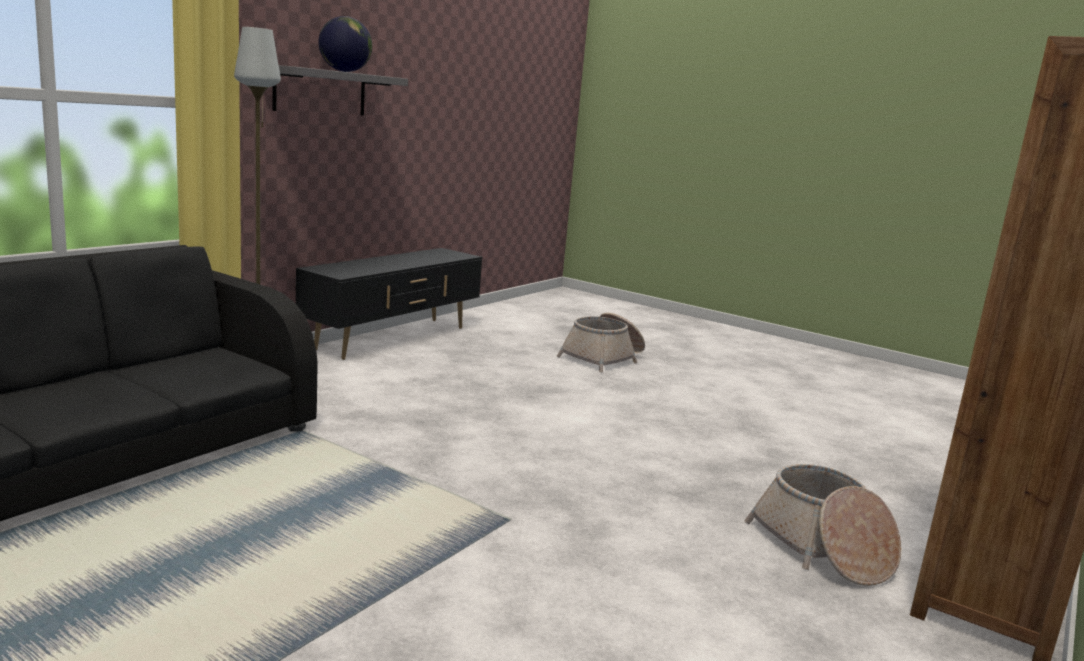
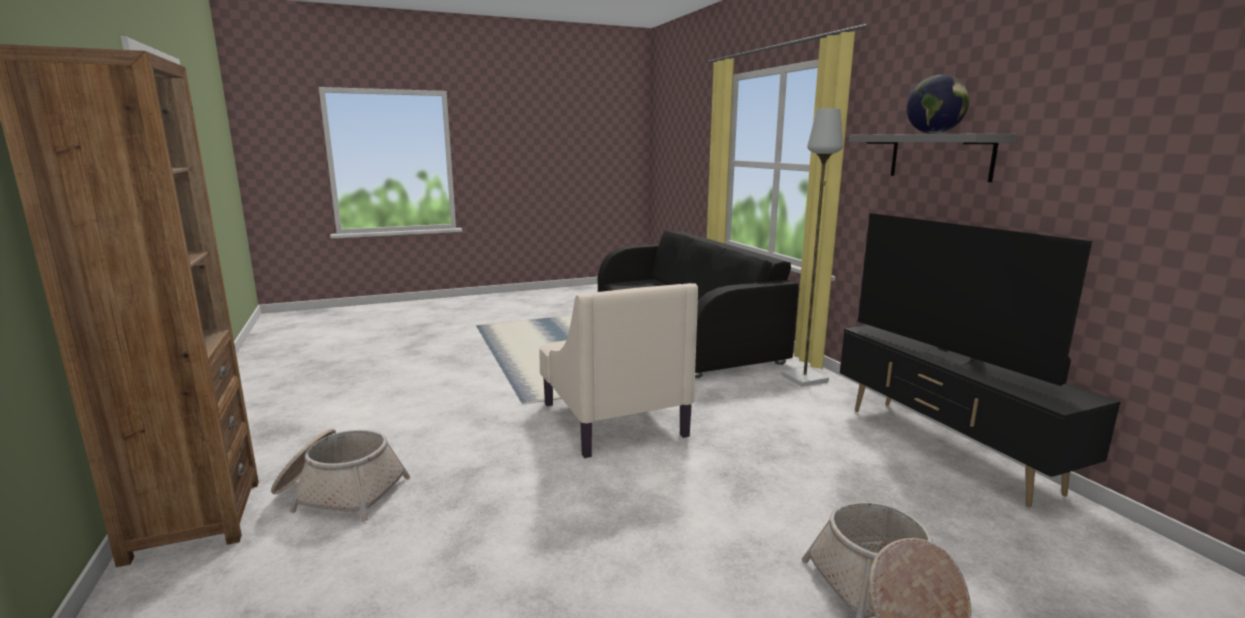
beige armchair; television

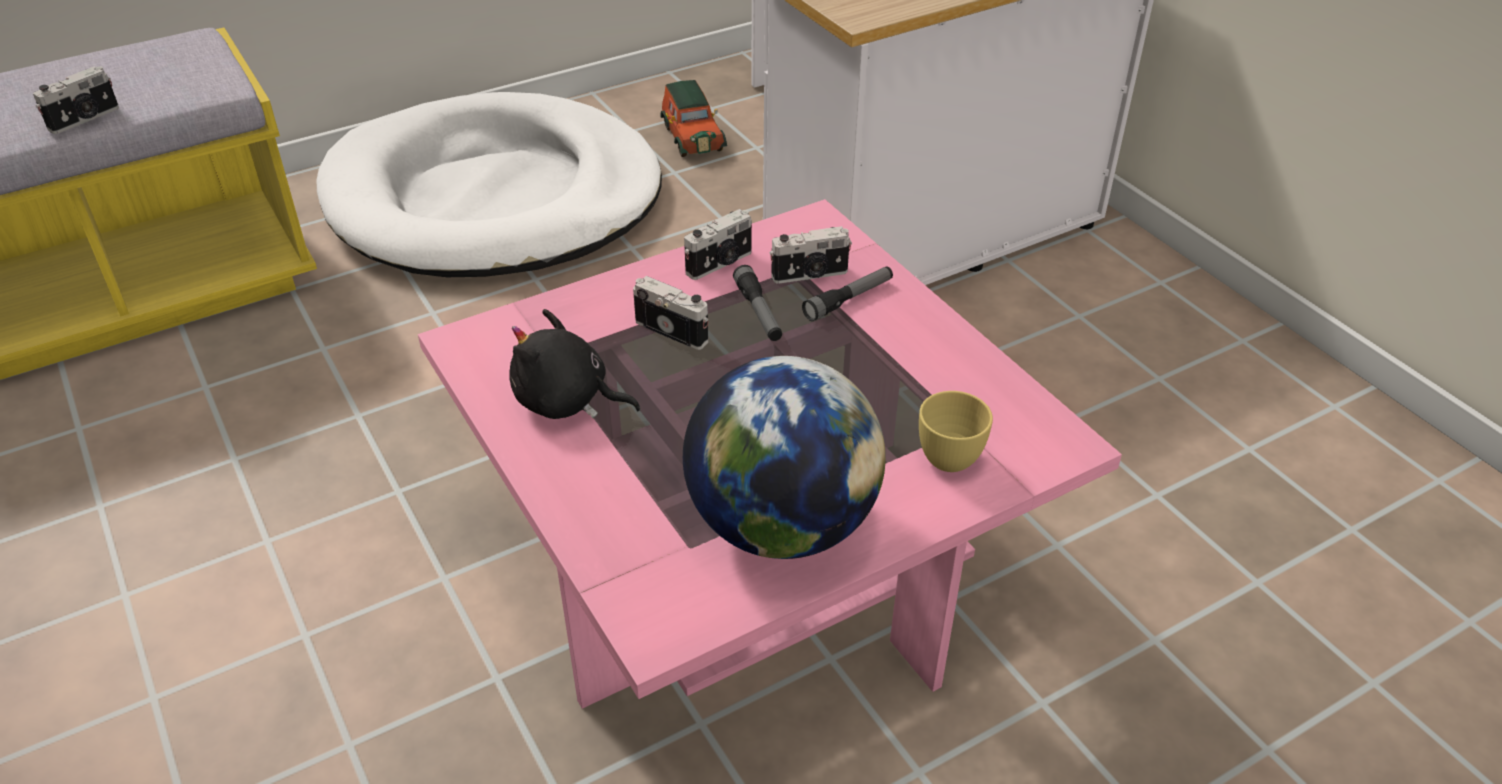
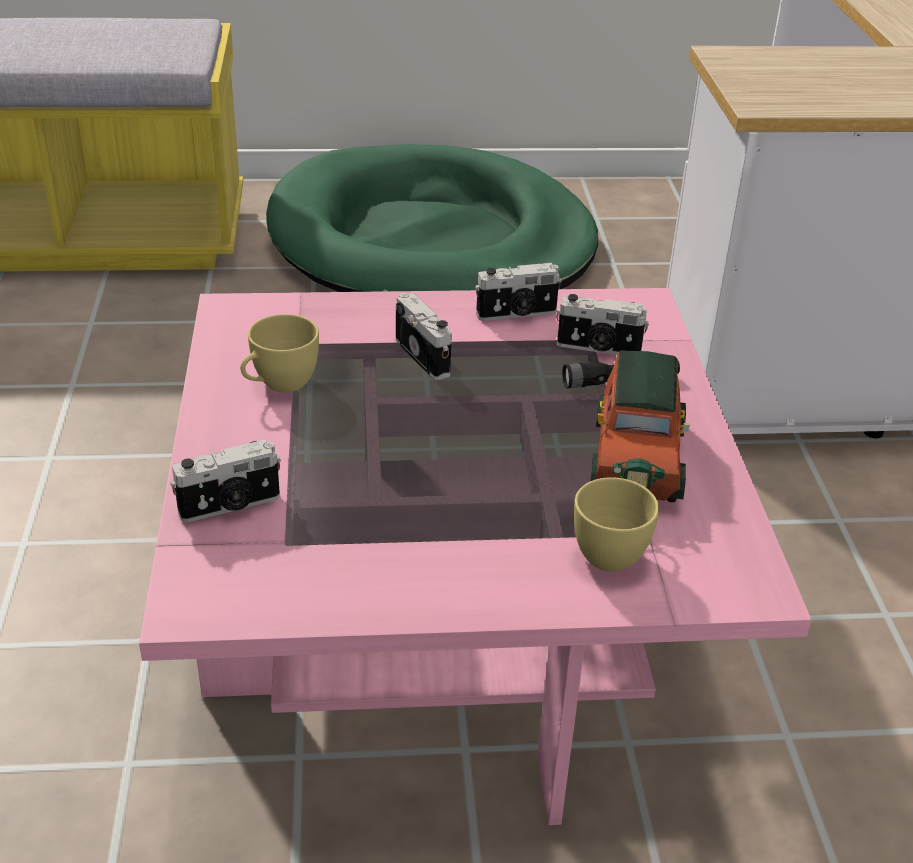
photo camera (1st from left); green dog bed; yellow cup (1st from left); toy car; globe; flashlight (1st from left in the first image)

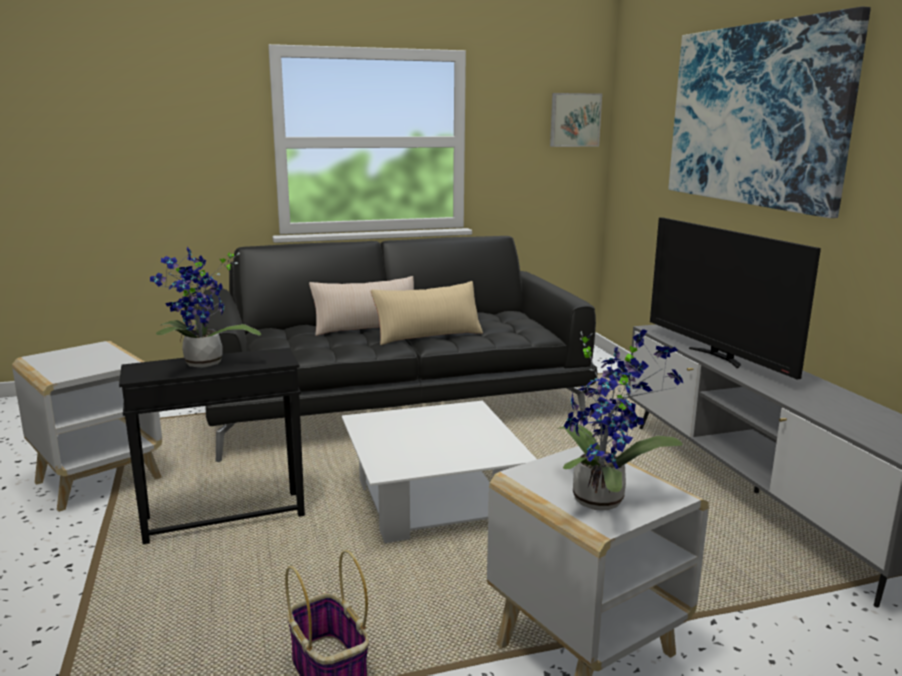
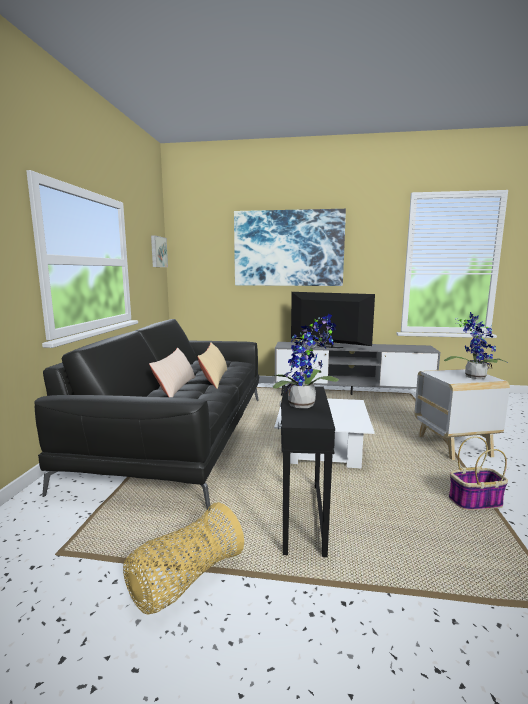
basket (1st from left); television

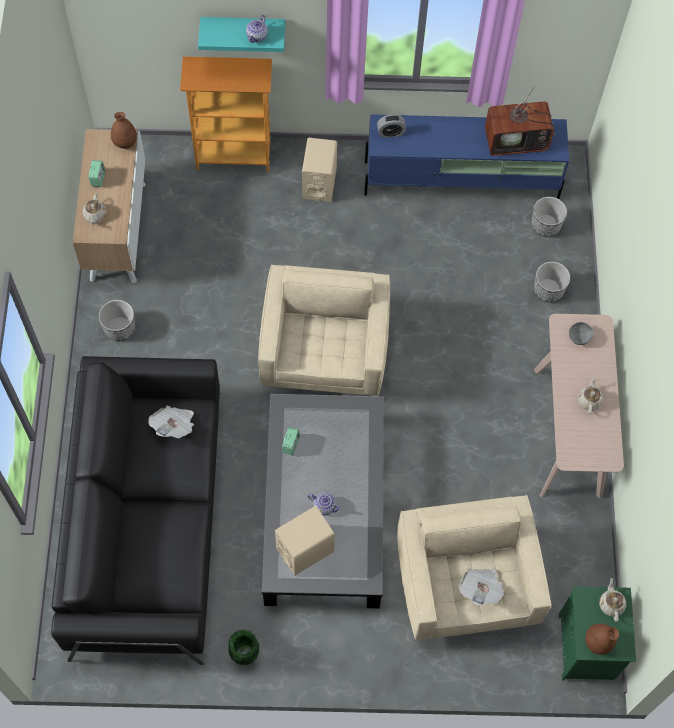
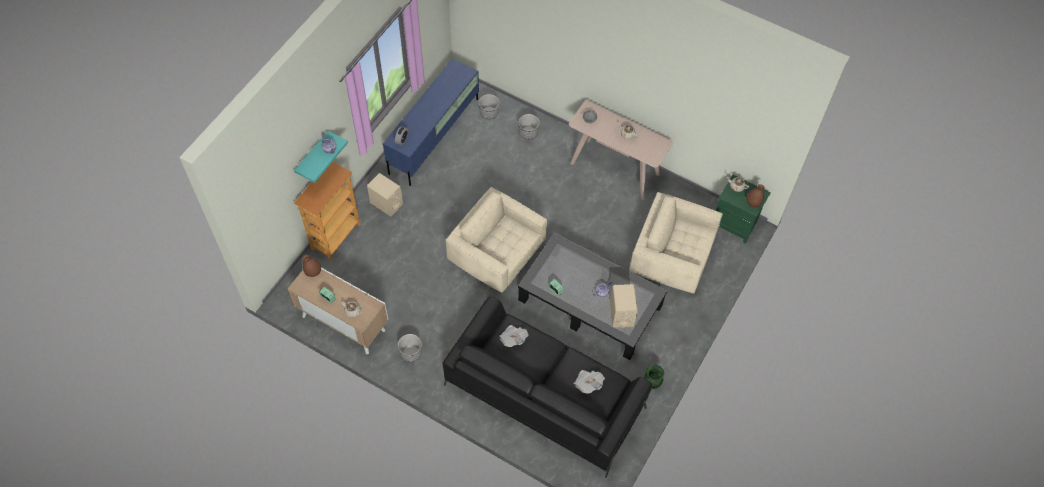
newspaper (2nd from left); television

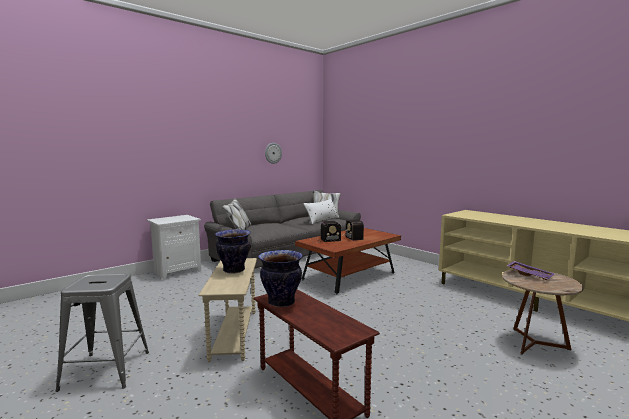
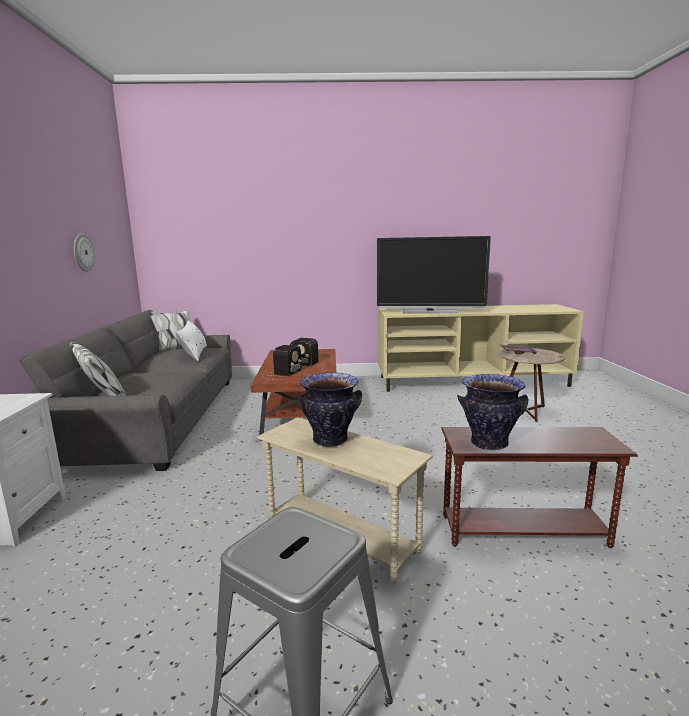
television

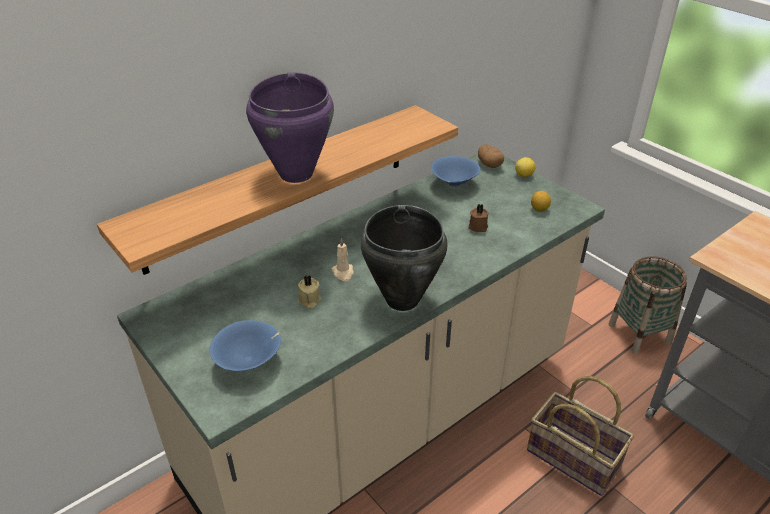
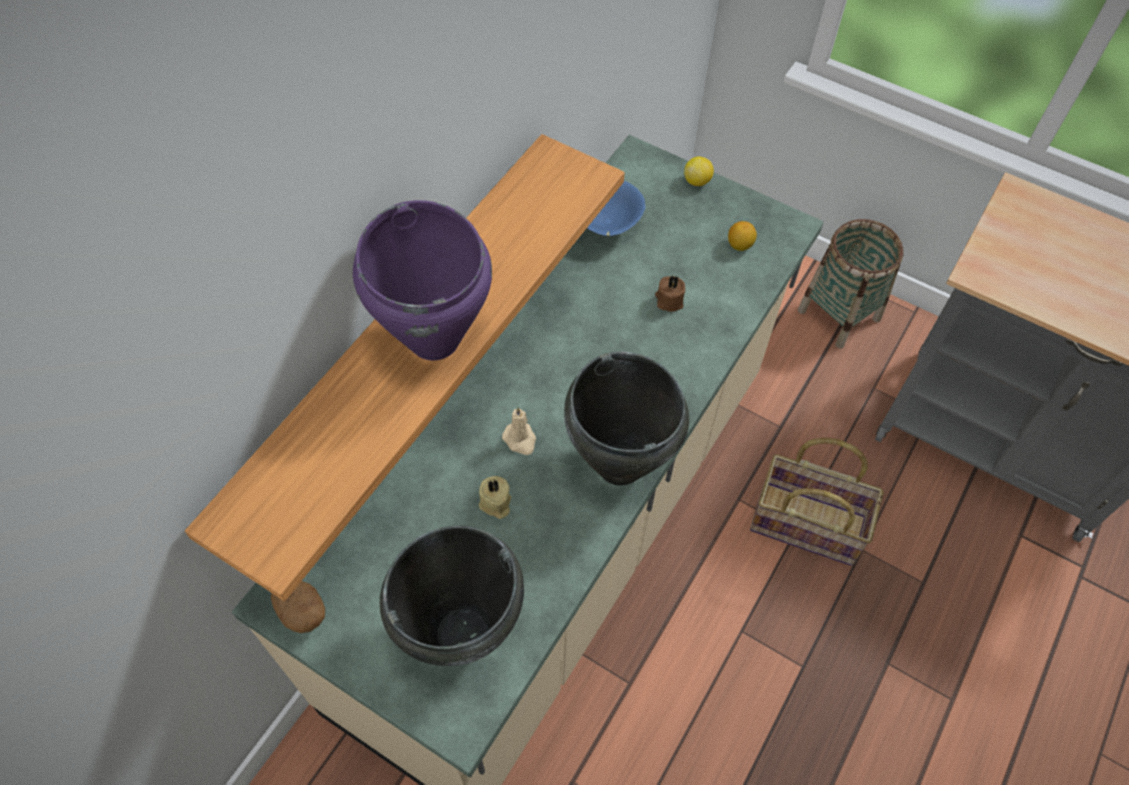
black cooking pot (1st from left); potato

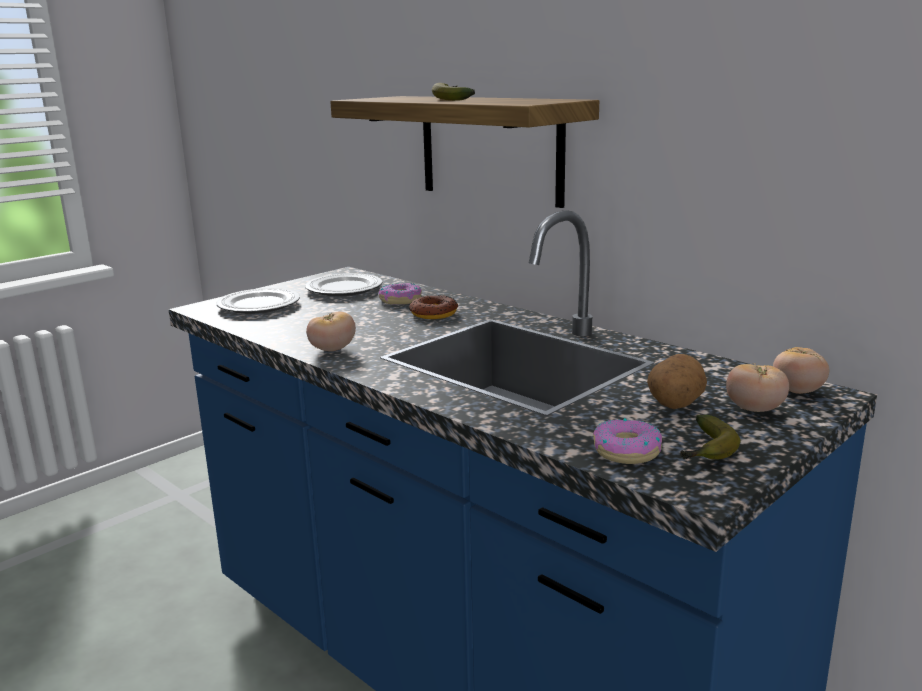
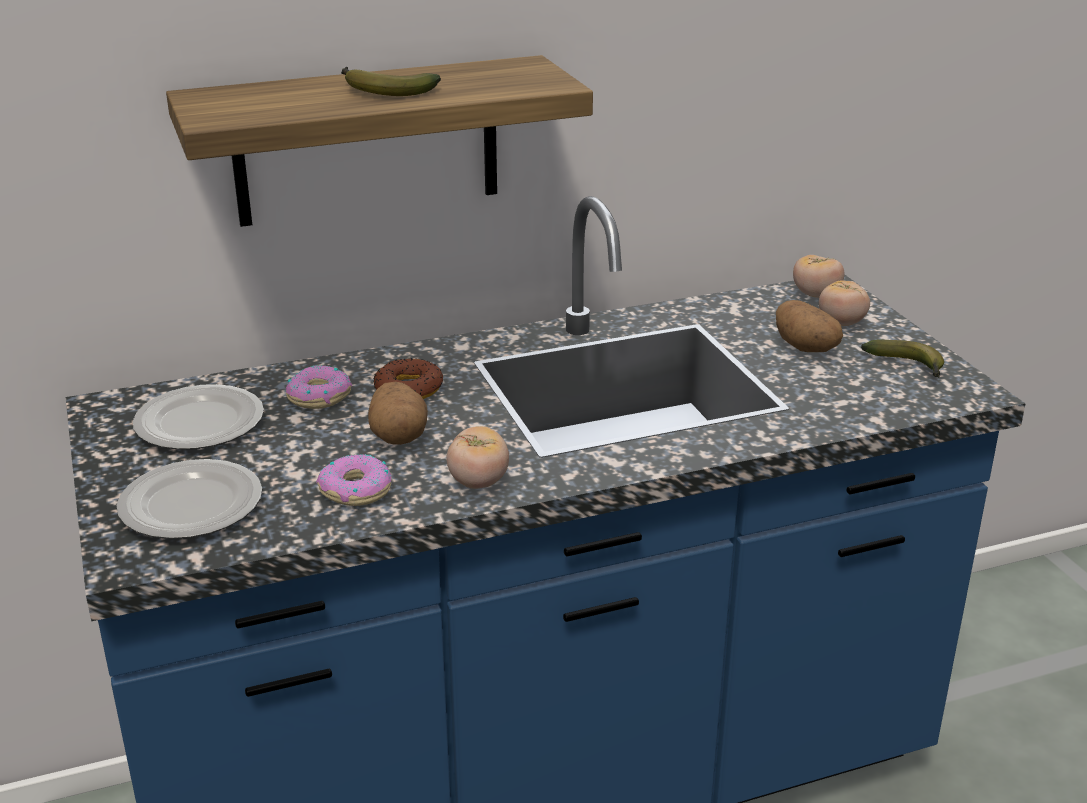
donut (2nd from left); potato (1st from left)

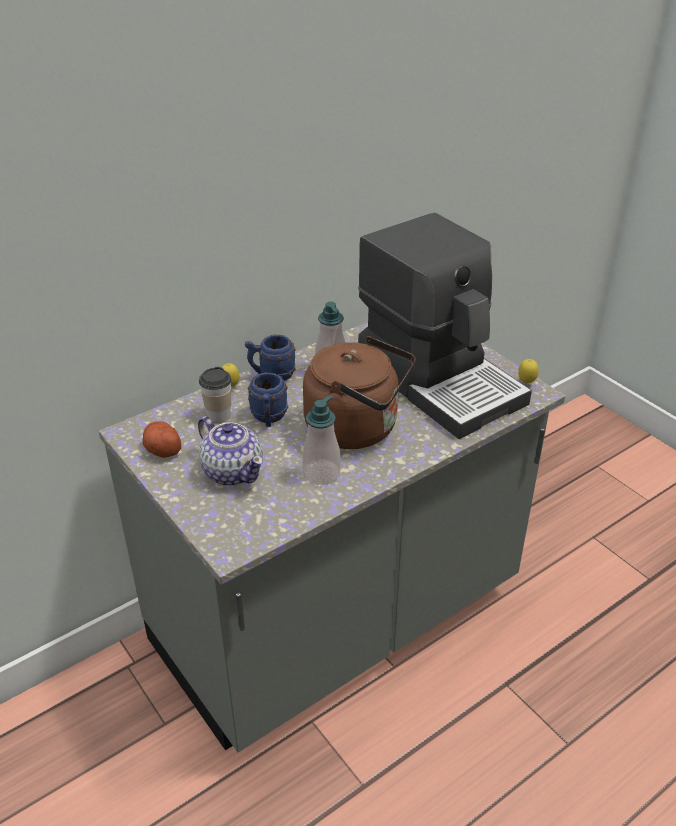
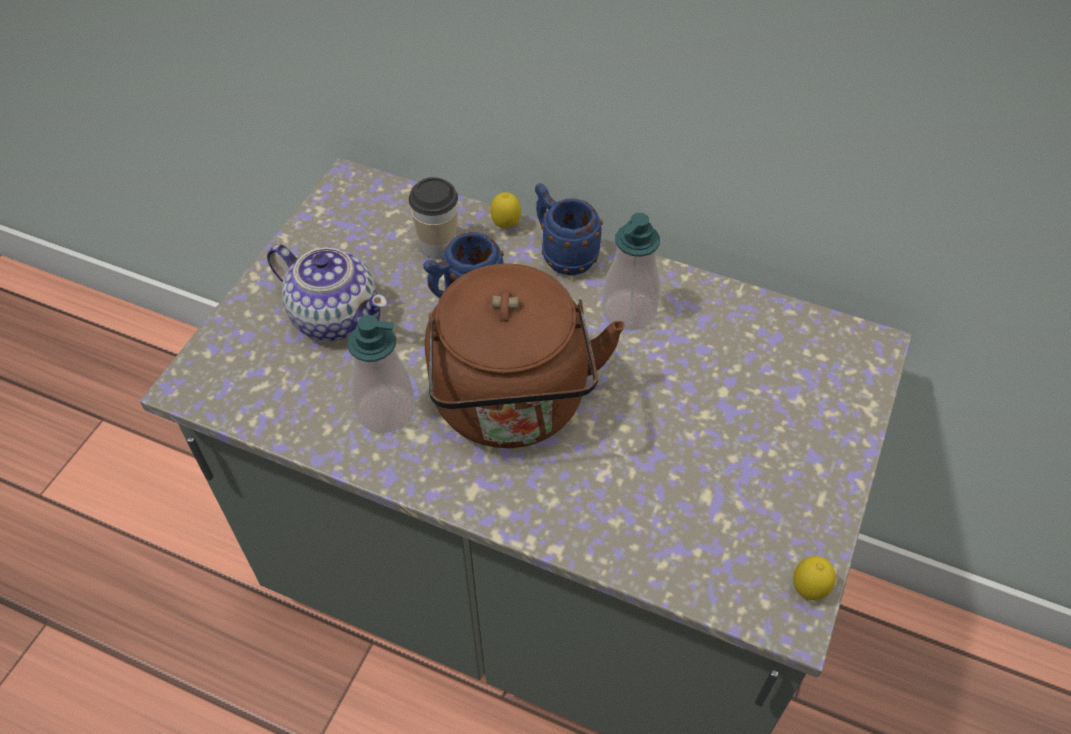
potato; teapot; coffee machine

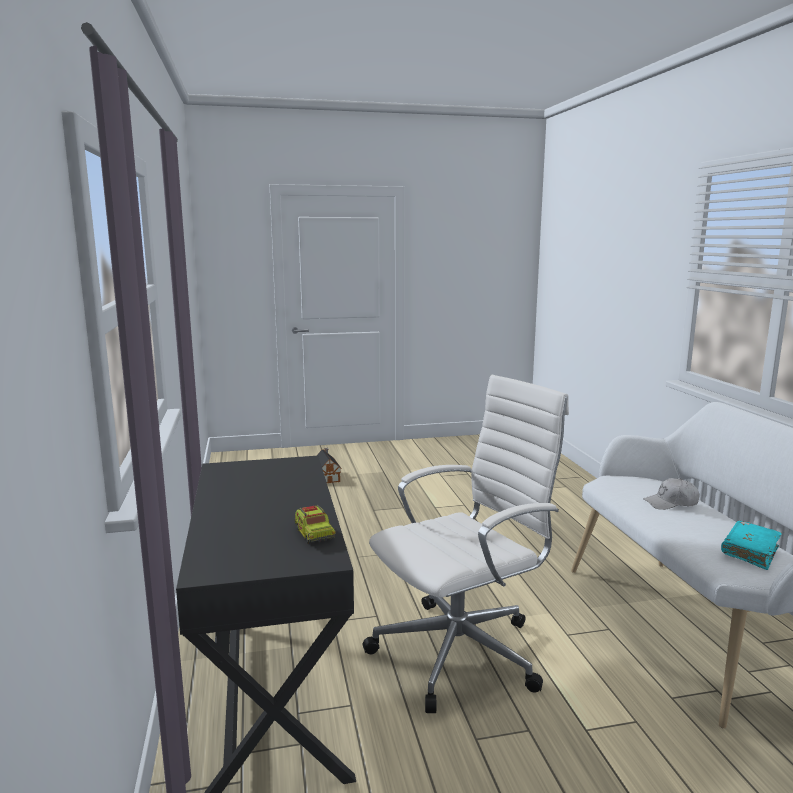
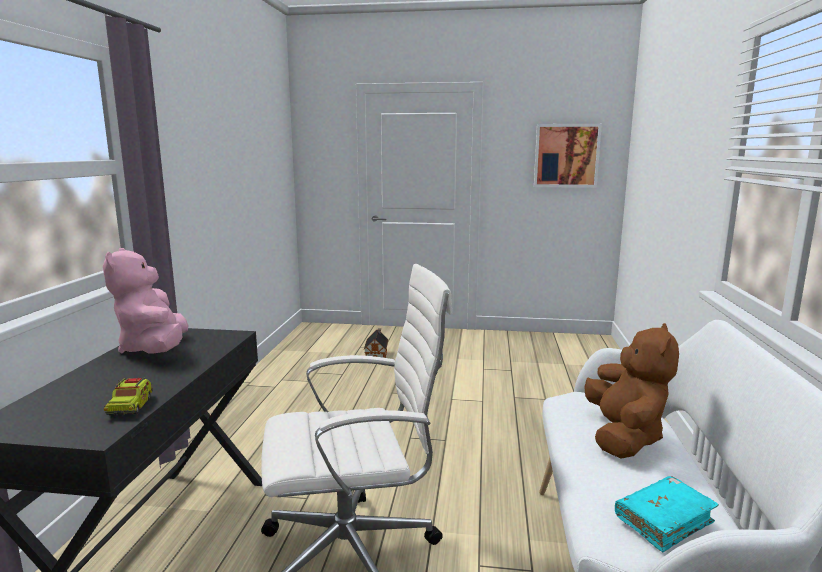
brown plush toy; pink plush toy; picture

